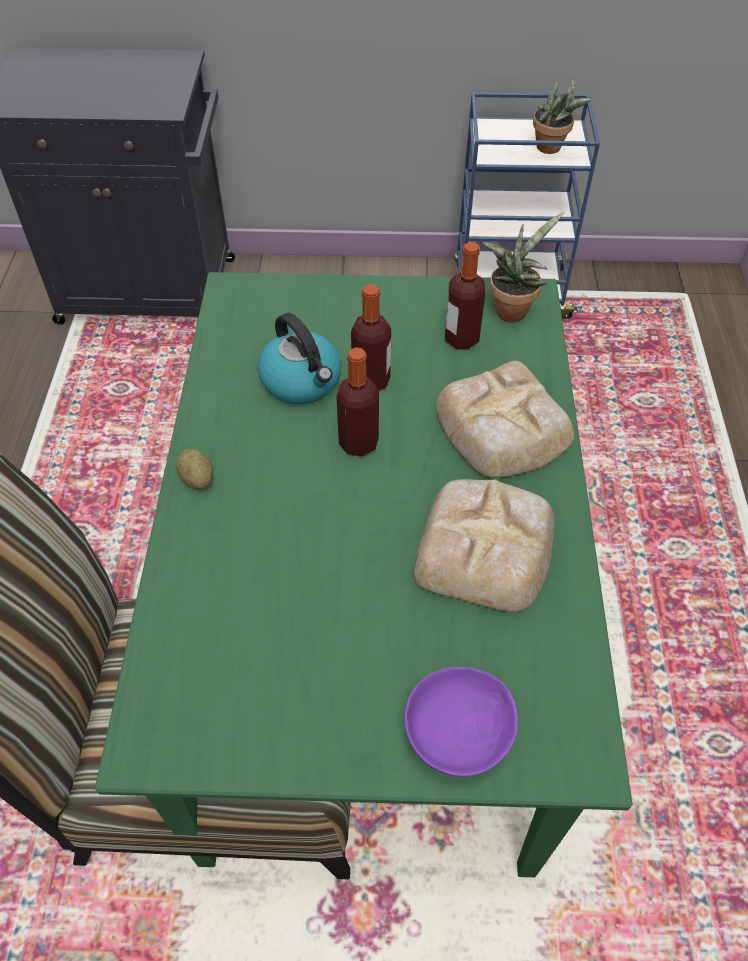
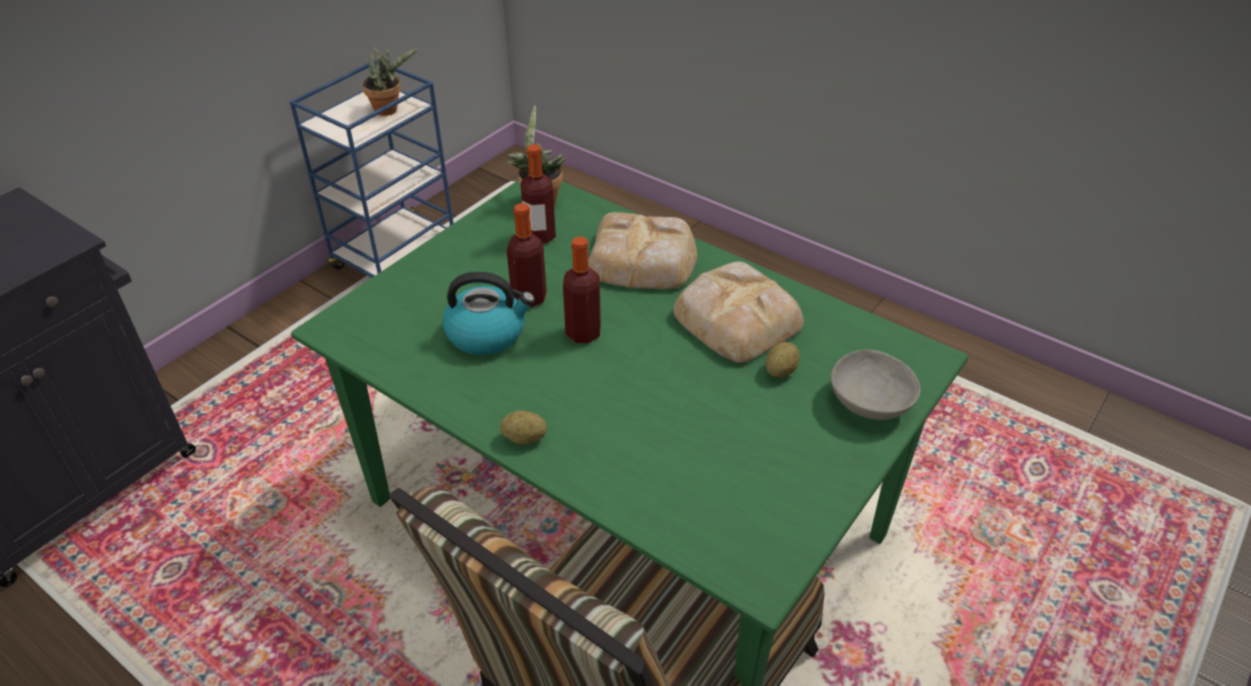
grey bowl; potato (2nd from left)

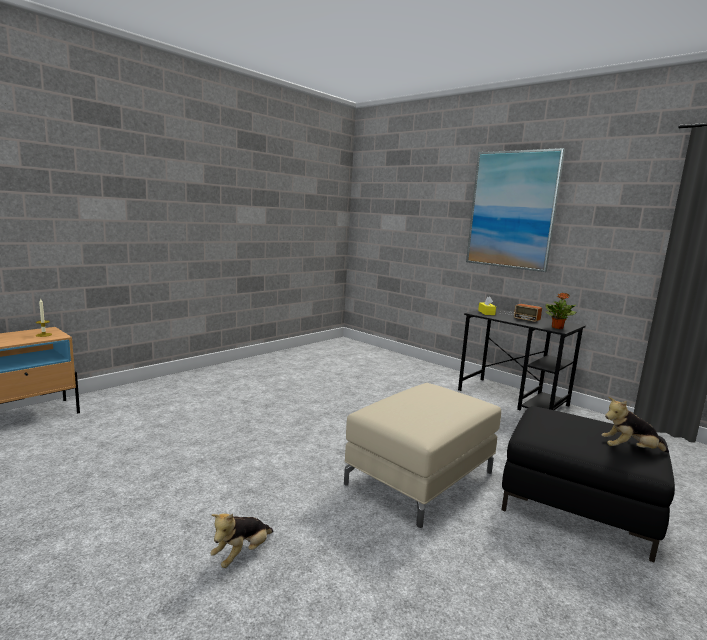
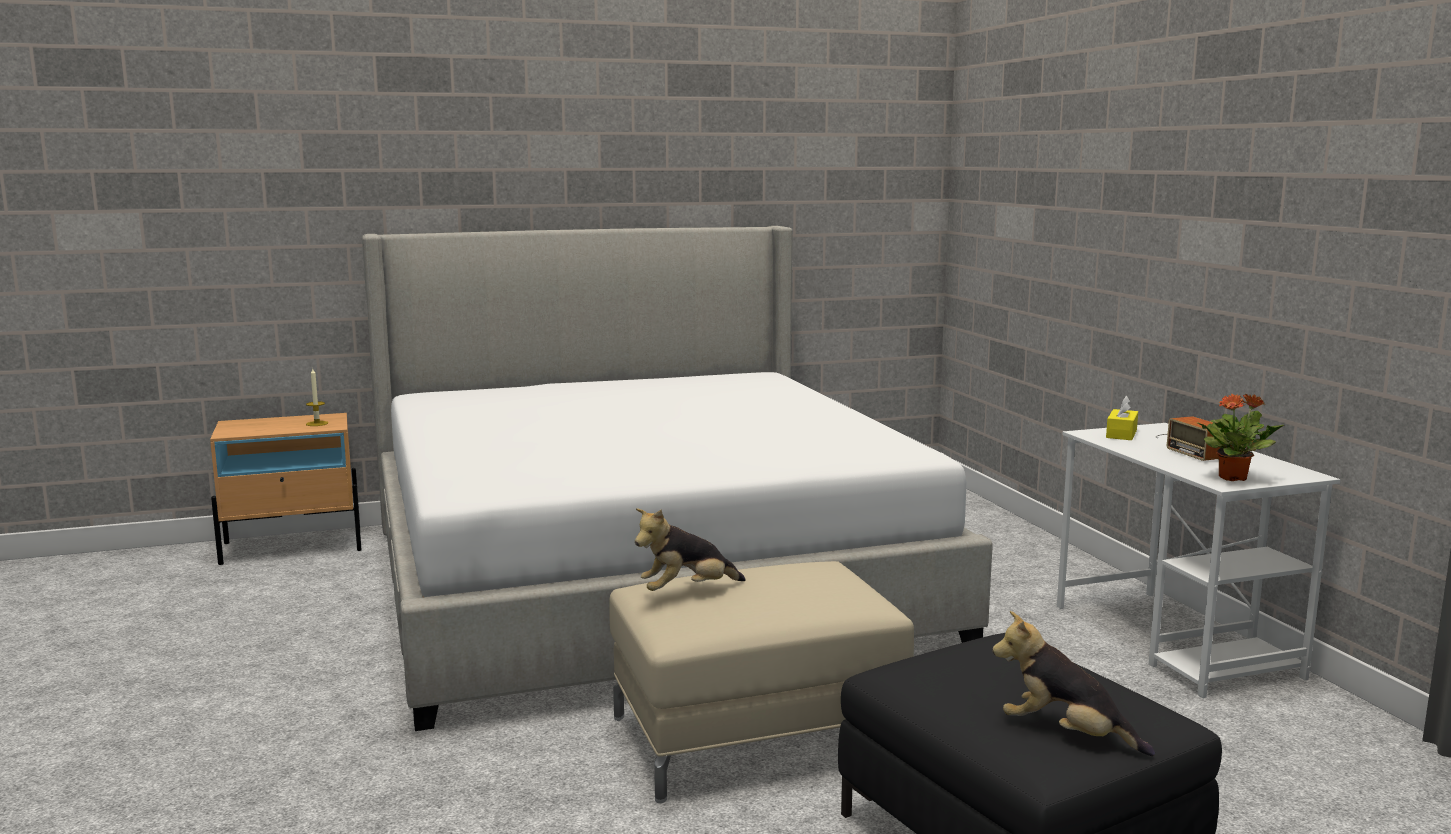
plush toy (1st from left); white desk; picture; bed

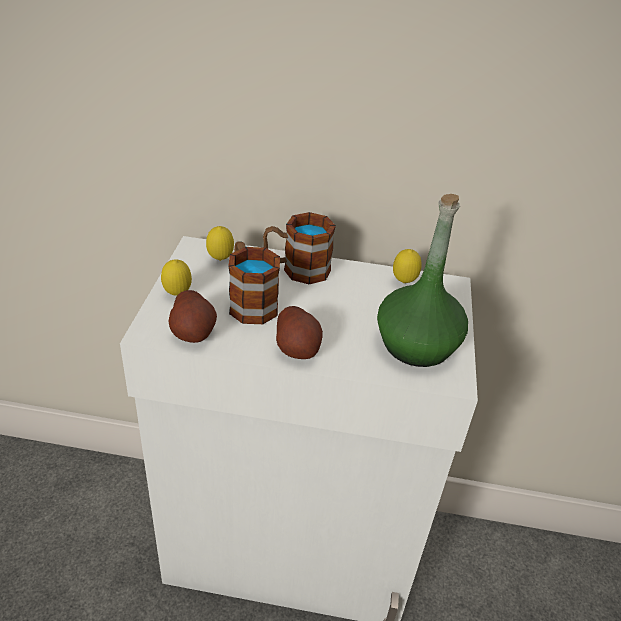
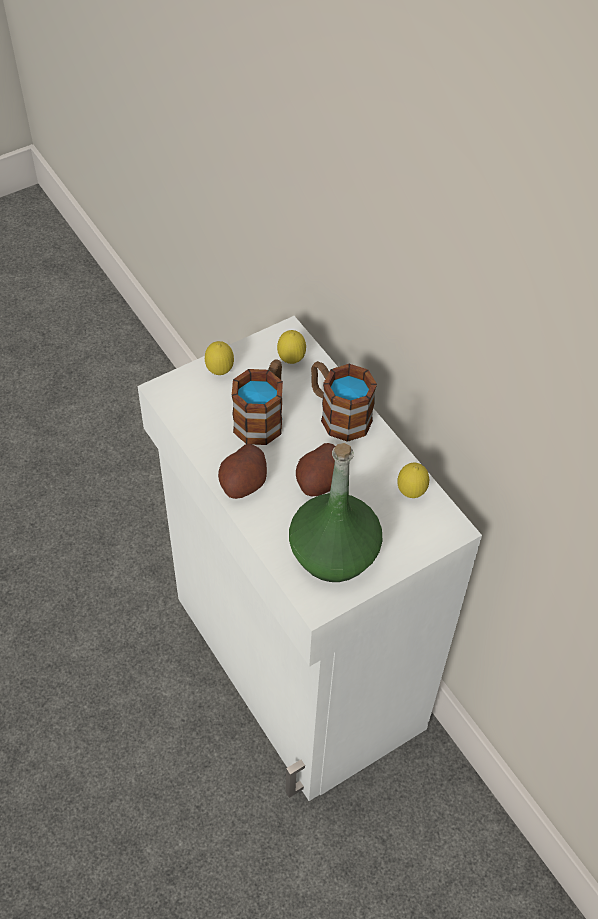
potato (2nd from left)

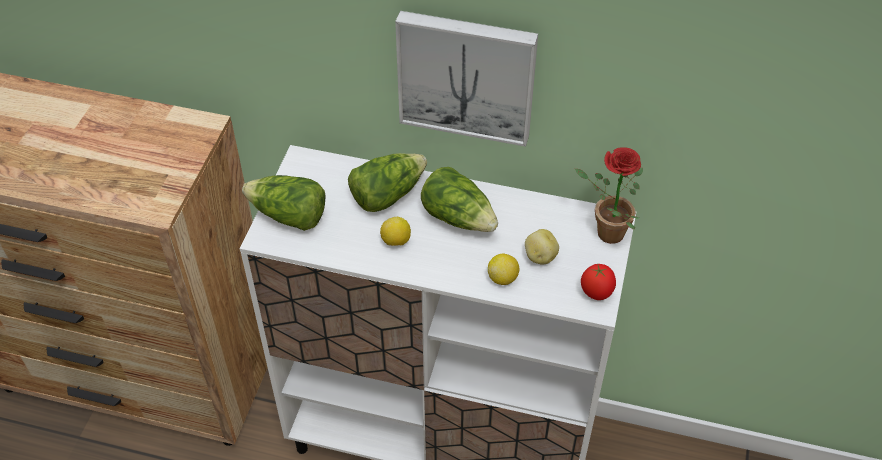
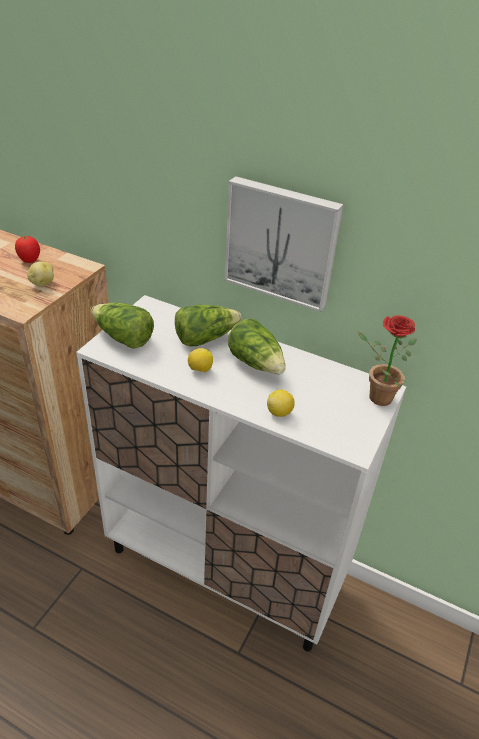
potato; tomato

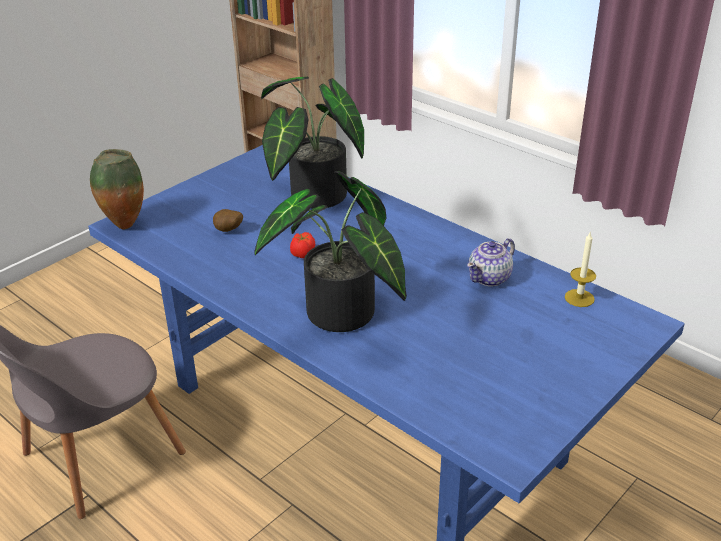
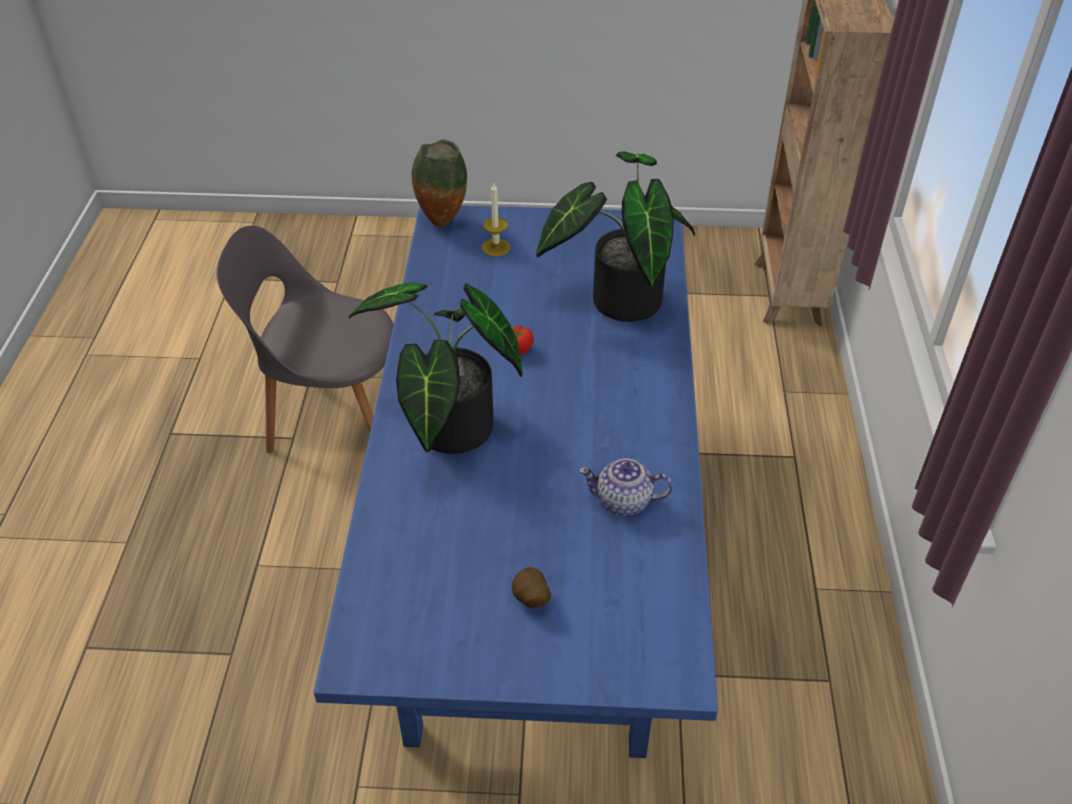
potato; candle

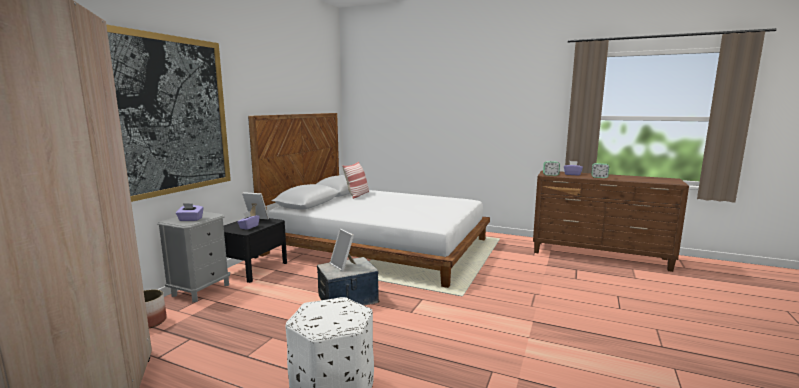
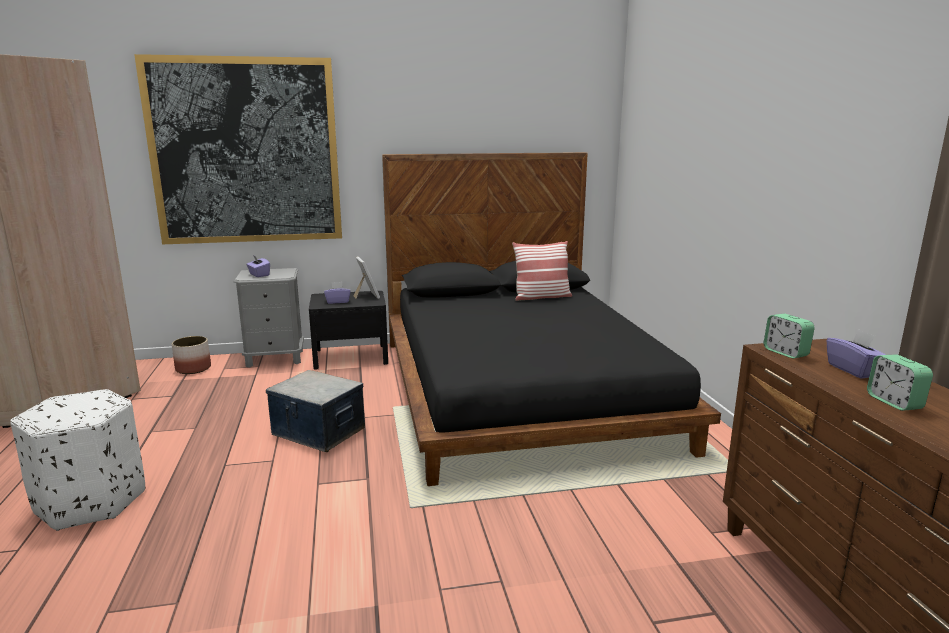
black bed; picture frame (2nd from left in the first image)

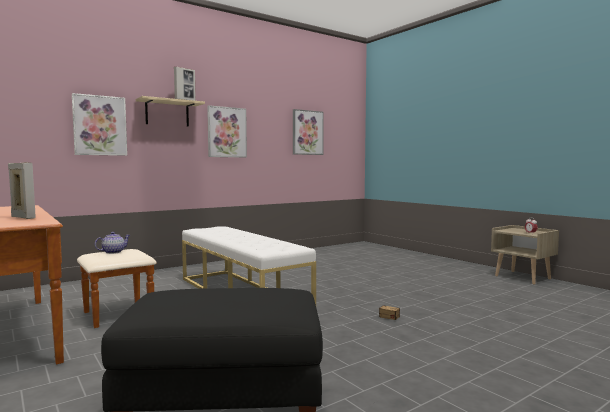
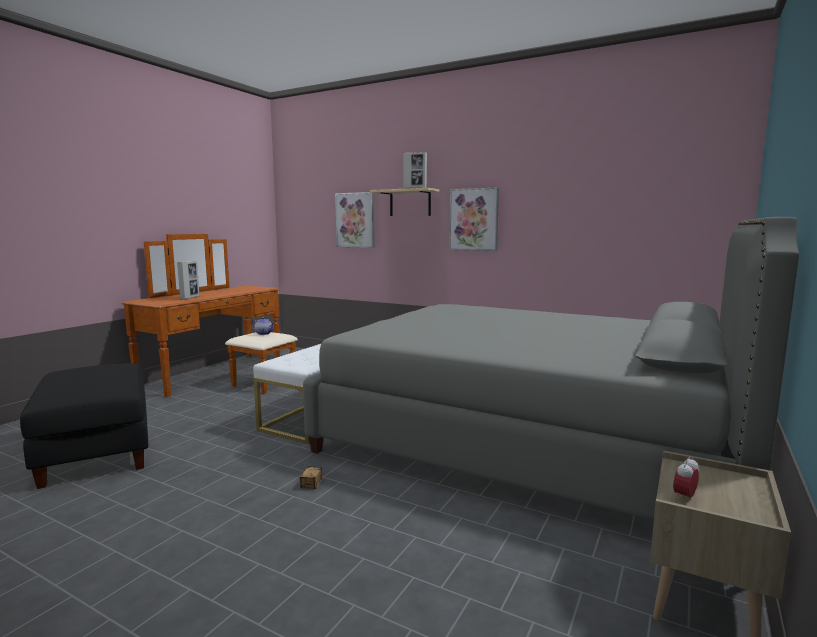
picture (3rd from left in the first image); grey bed

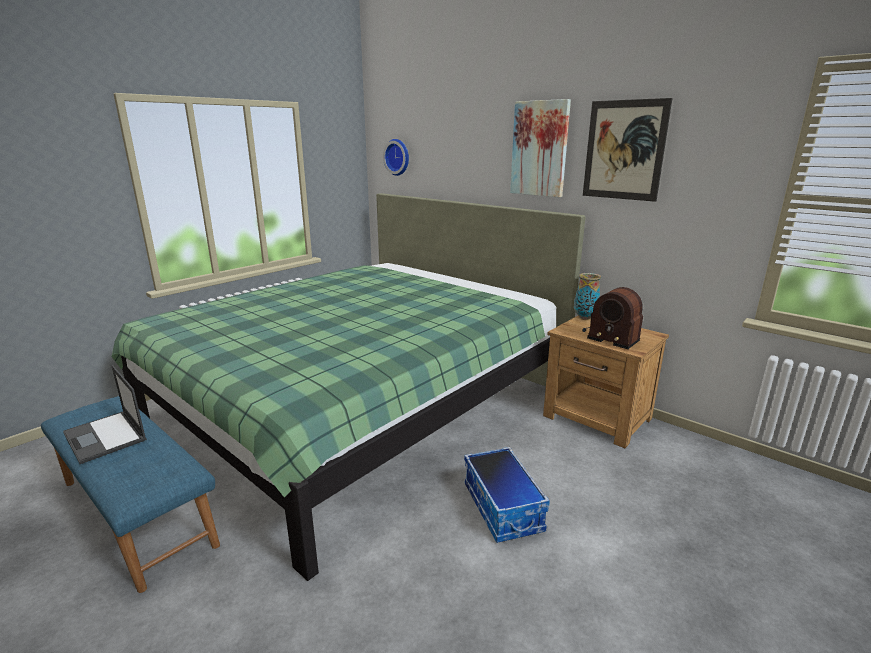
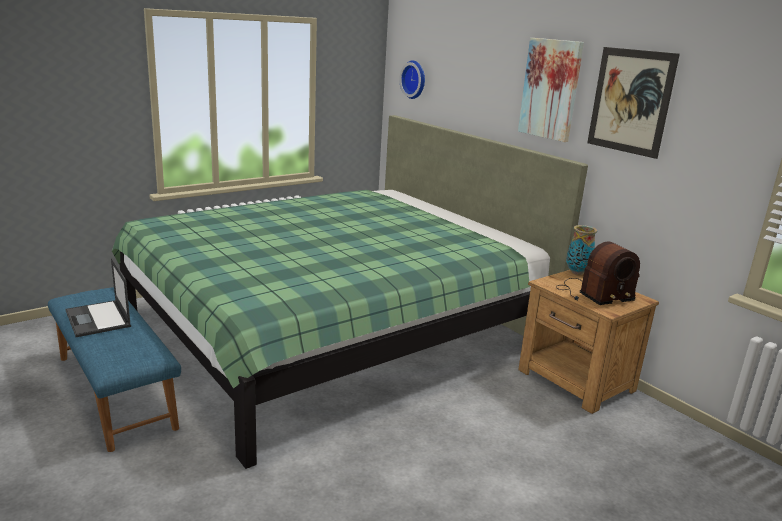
storage box; radio

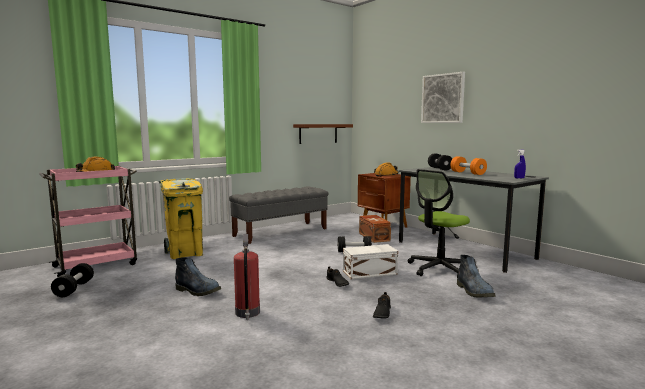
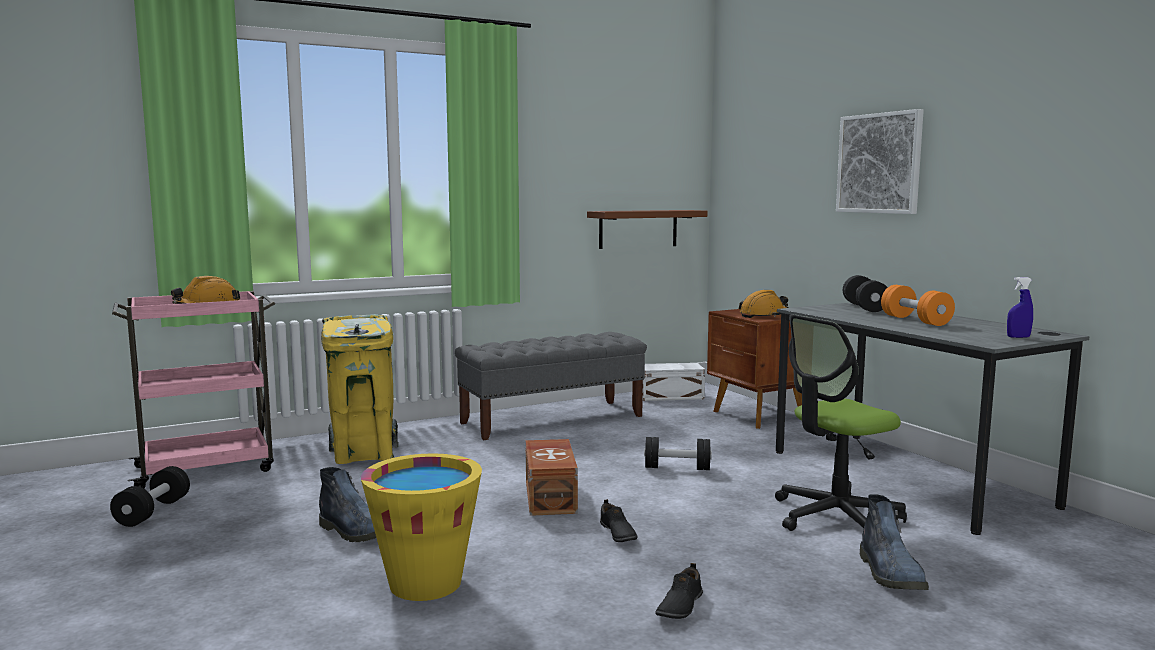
yellow bucket; white storage box; brown storage box

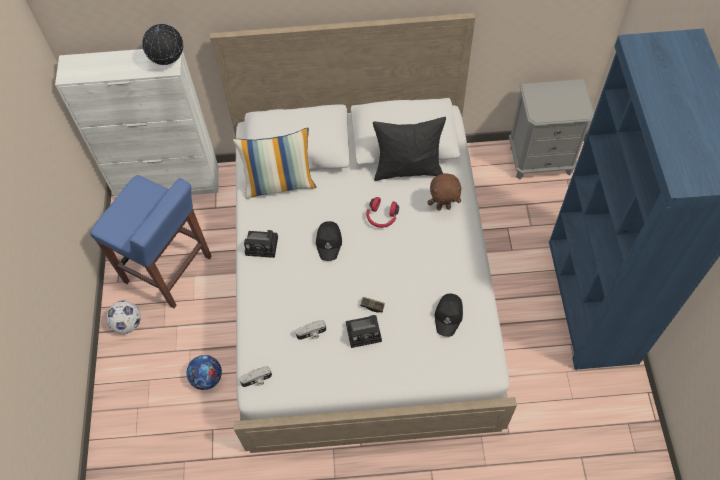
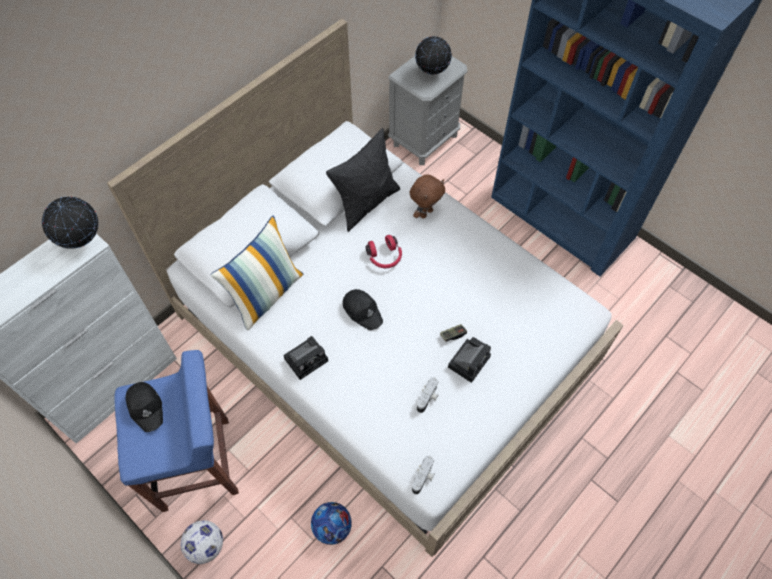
black cap (1st from left); globe (2nd from left)

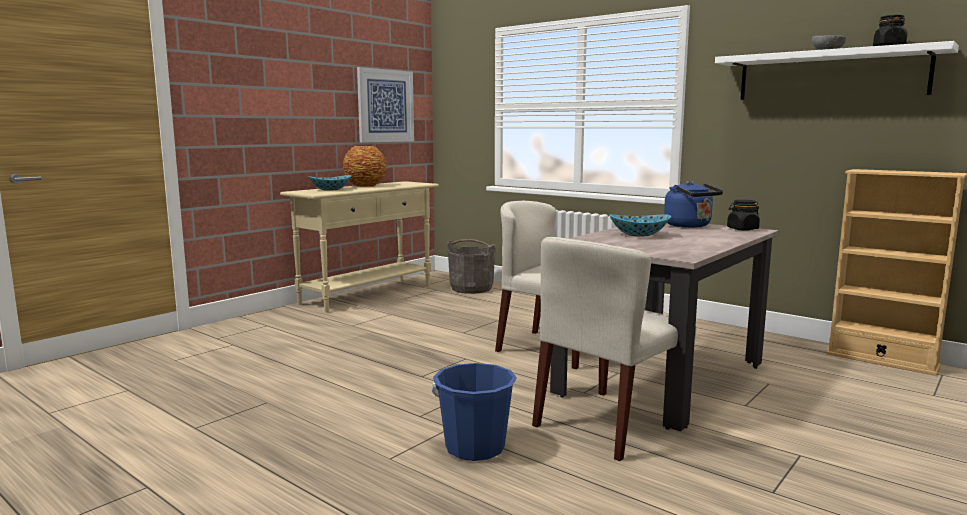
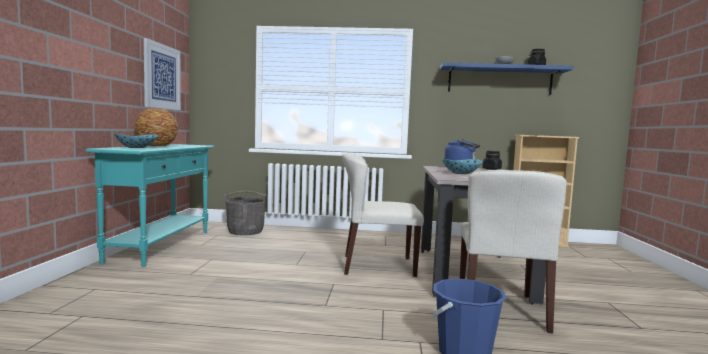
turquoise console table; blue shelf

